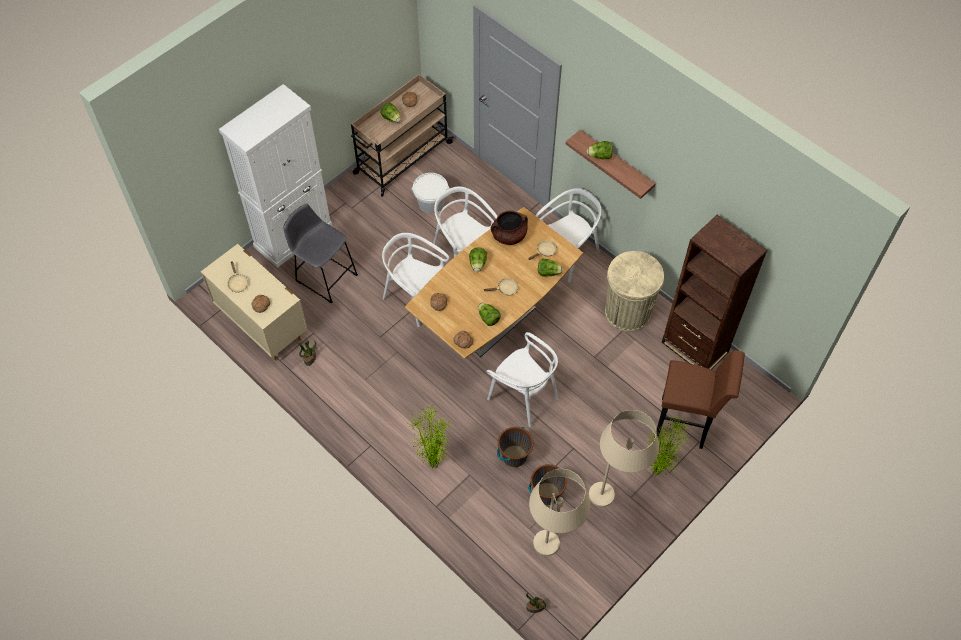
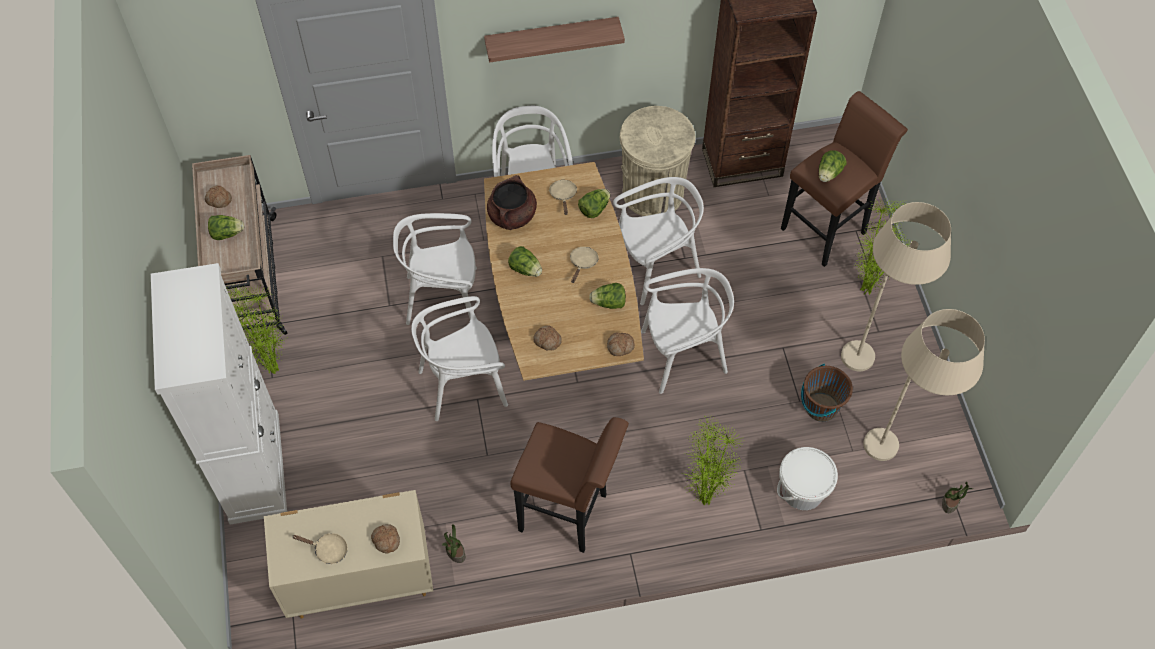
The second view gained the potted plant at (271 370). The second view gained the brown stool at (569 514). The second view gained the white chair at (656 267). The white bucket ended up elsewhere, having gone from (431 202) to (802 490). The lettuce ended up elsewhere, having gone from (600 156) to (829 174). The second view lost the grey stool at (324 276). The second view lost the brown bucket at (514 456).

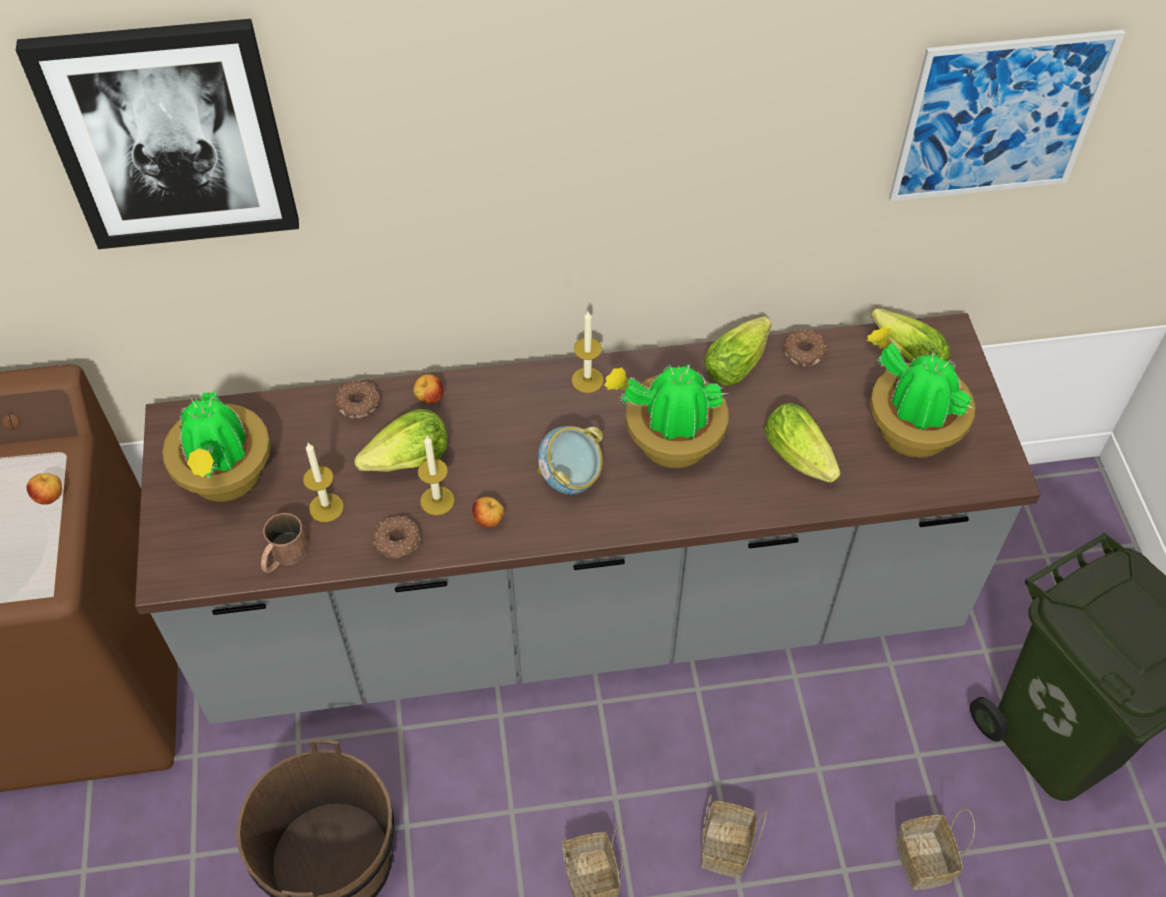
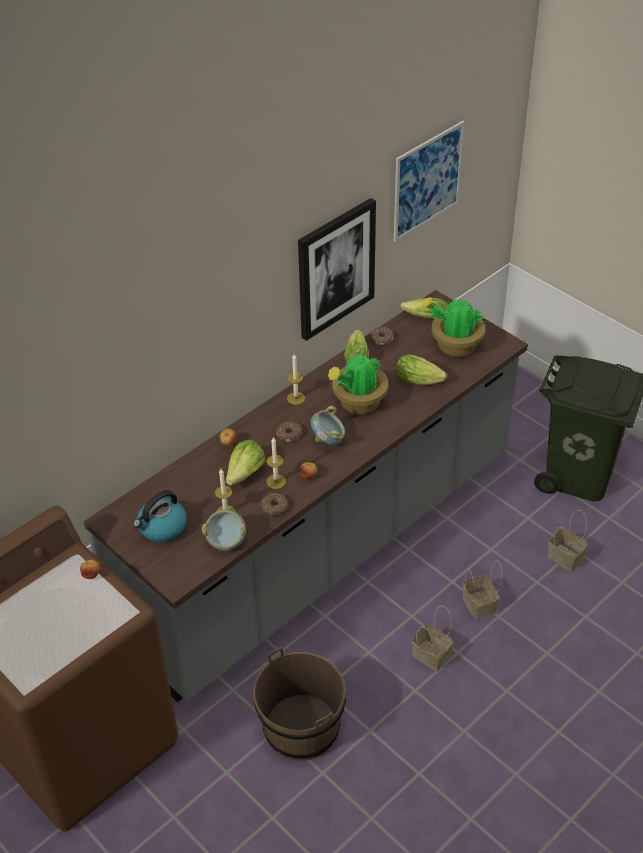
Where the potted plant stood at (226 478), the kettle came to stand at (162 528). Where the brown mug stood at (283 556), the bowl came to stand at (226 543). The donut ended up elsewhere, having gone from (359 403) to (289 434). The picture ended up elsewhere, having gone from (169 136) to (335 268).

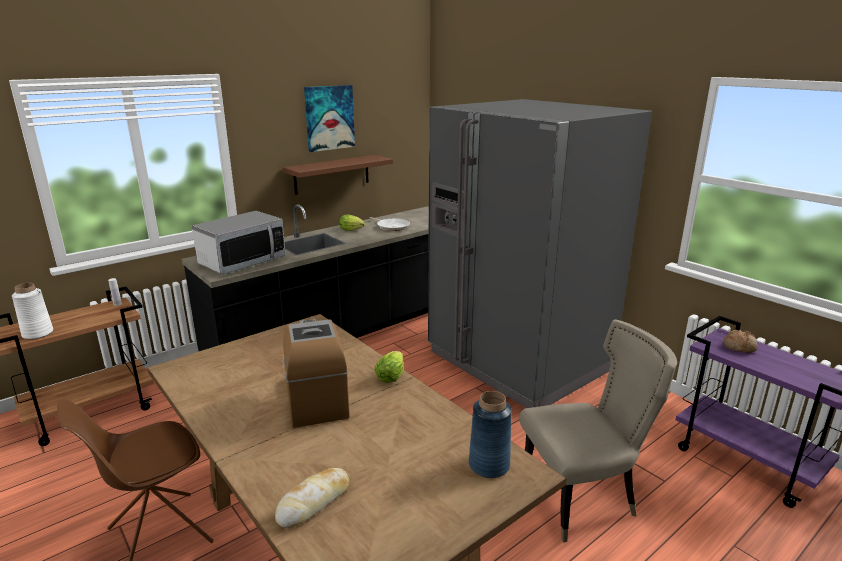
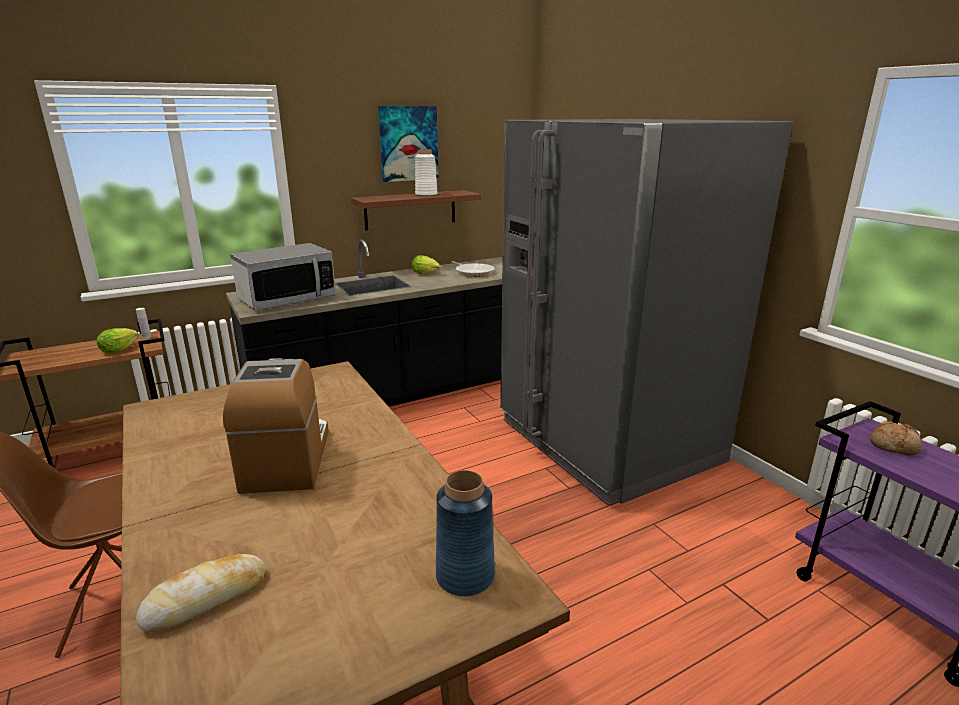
The lettuce ended up elsewhere, having gone from (392 376) to (121 349). The white vase ended up elsewhere, having gone from (37 333) to (426 195). The second view lost the beige chair at (583 497).

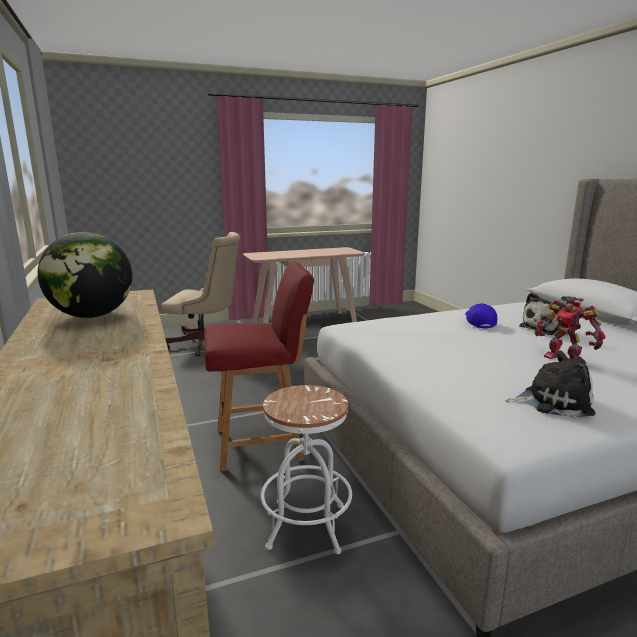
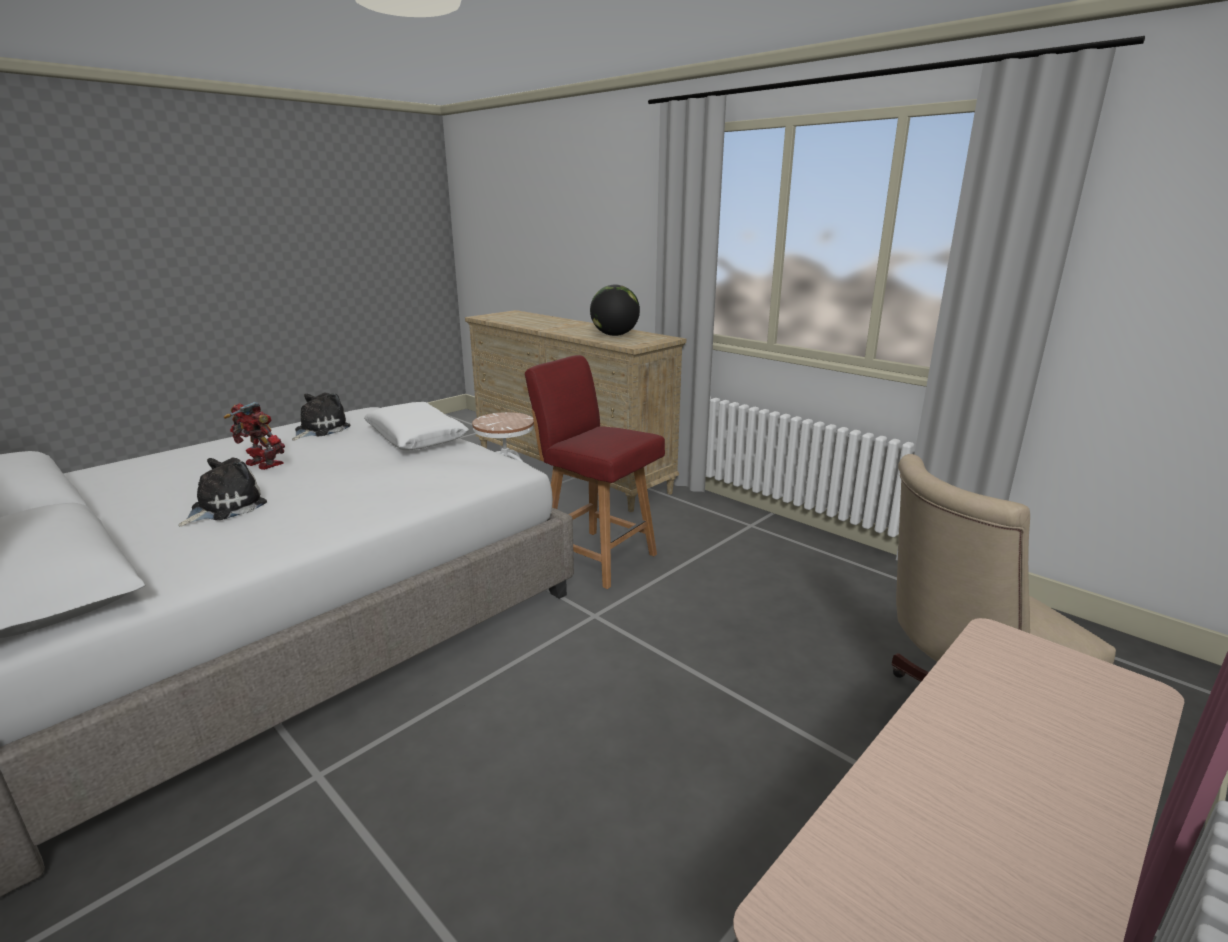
The plush toy at (552 402) ended up facing another way, 135 degrees clockwise from before. The second view gained the white pillow at (416 437). The red chair at (261 444) ended up facing another way, 75 degrees clockwise from before. The second view lost the blue cap at (479 322).

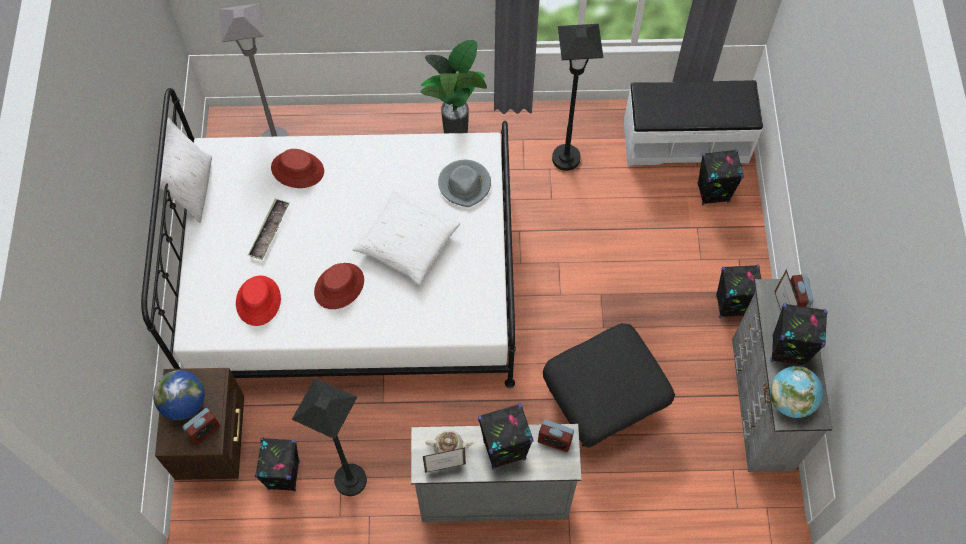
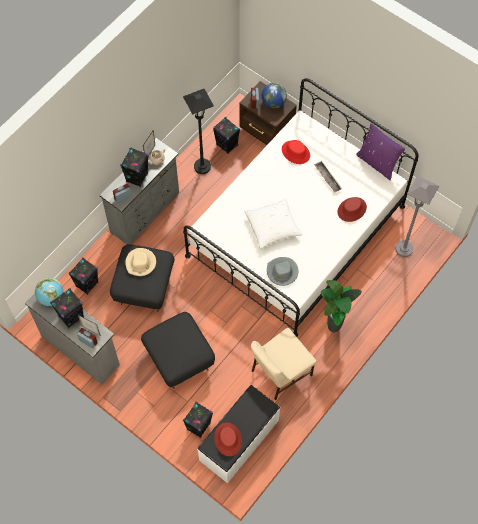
The black speaker ended up elsewhere, having gone from (731 305) to (87 284). The second view gained the beige hat at (141 263). The second view gained the black ottoman at (179 358). The red hat ended up elsewhere, having gone from (339 286) to (228 439). Where the black floor lamp stood at (566 158), the beige chair came to stand at (280 372). What was the white pillow at (192 189) turned into the purple pillow at (377 163).

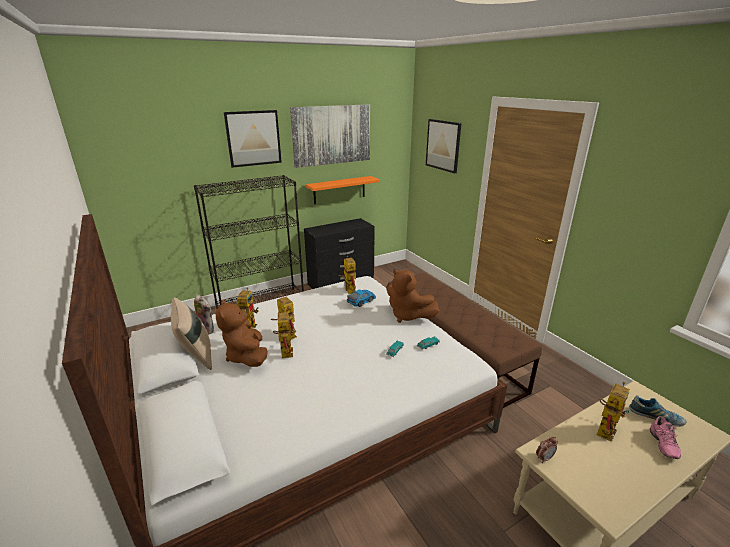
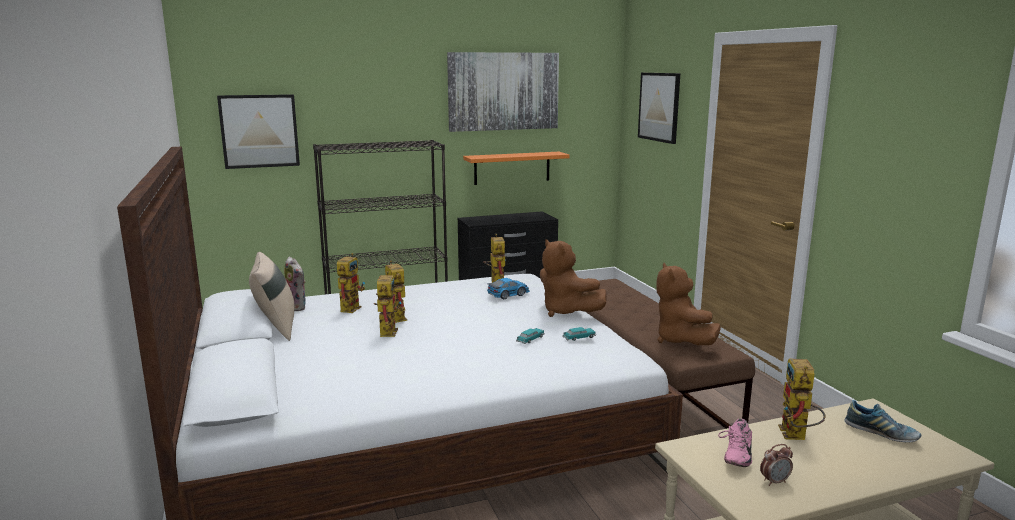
The picture ended up elsewhere, having gone from (253 138) to (259 131). The brown plush toy ended up elsewhere, having gone from (246 356) to (681 340). The pink shoe ended up elsewhere, having gone from (661 445) to (735 456). The alarm clock ended up elsewhere, having gone from (544 458) to (774 482). The toy robot at (605 428) ended up facing another way, 135 degrees clockwise from before.

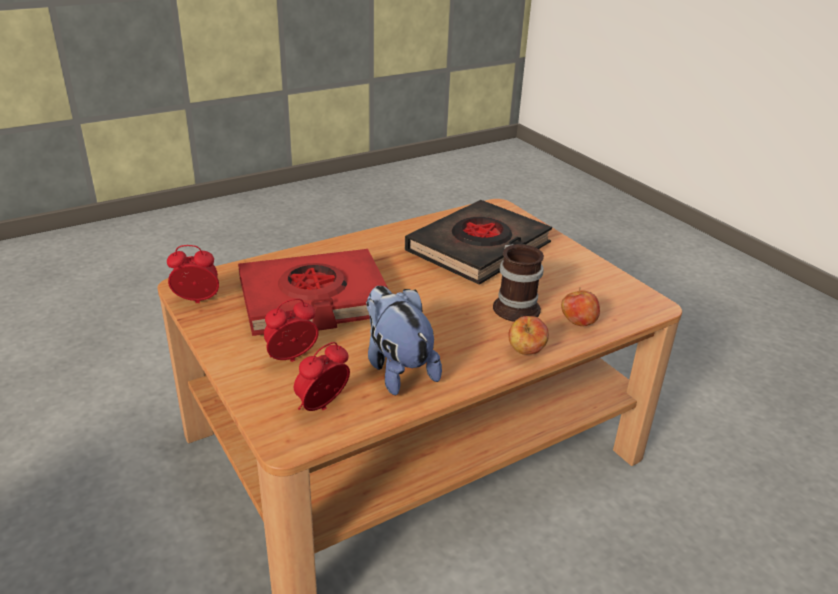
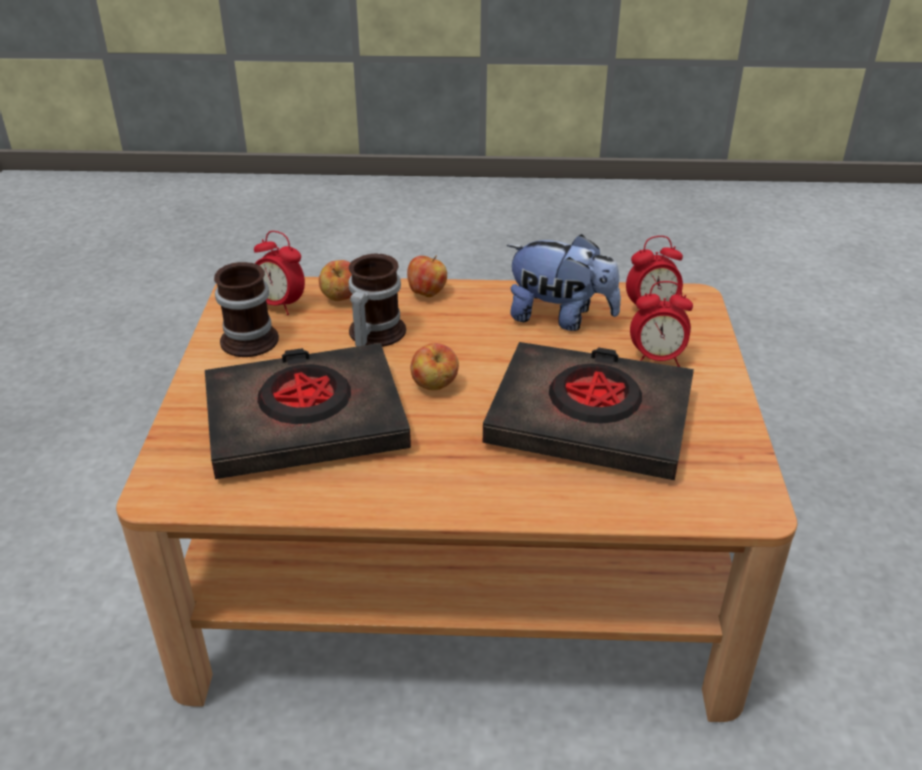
The second view gained the mug at (250 336). The alarm clock ended up elsewhere, having gone from (197 301) to (280 305). The second view gained the apple at (434 386). What was the red book at (314 300) turned into the black book at (590 420). The plush toy at (397 369) ended up facing another way, 75 degrees counterclockwise from before.

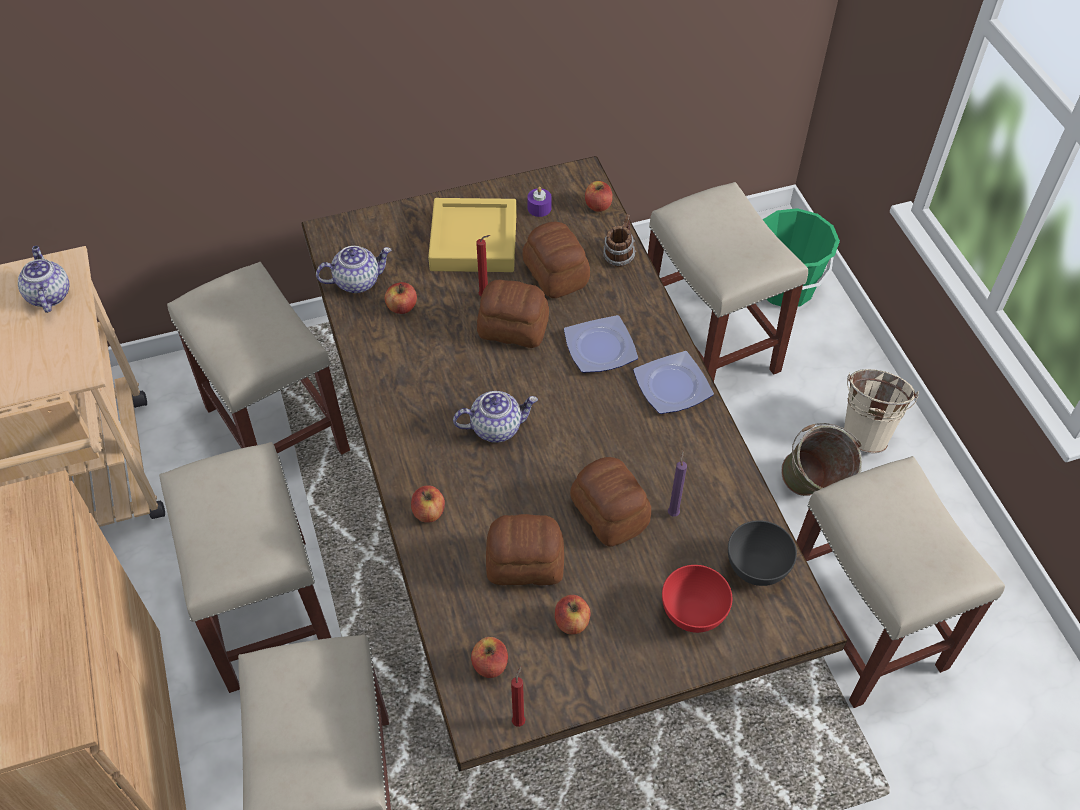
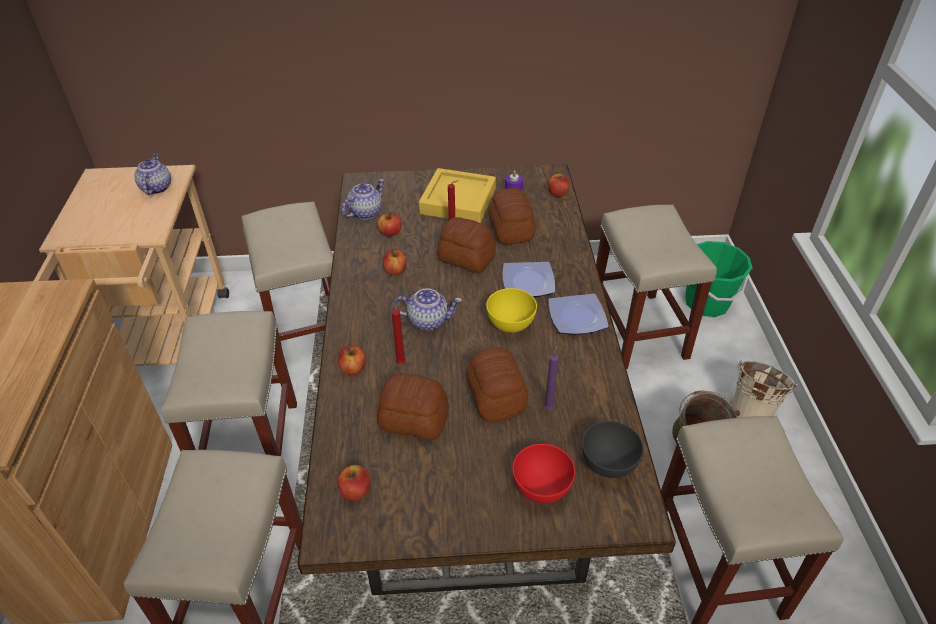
The teapot at (357 281) ended up facing another way, 45 degrees counterclockwise from before. The apple ended up elsewhere, having gone from (572 622) to (395 270). The red candle ended up elsewhere, having gone from (519 720) to (402 362). The second view gained the yellow bowl at (511 324). The second view lost the mug at (619 255).

